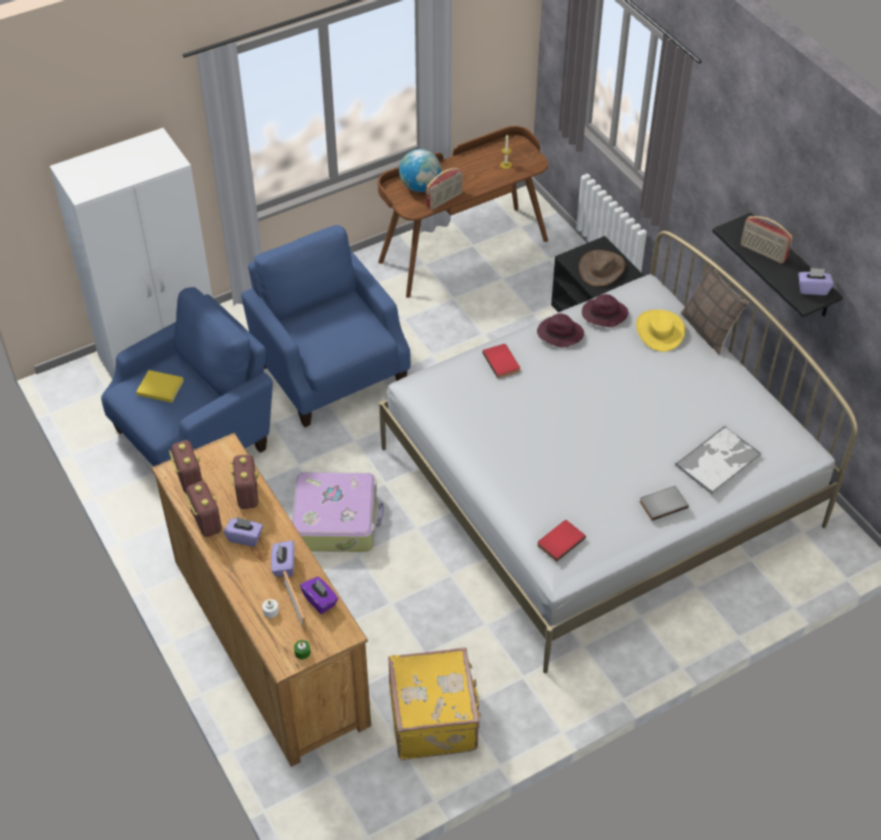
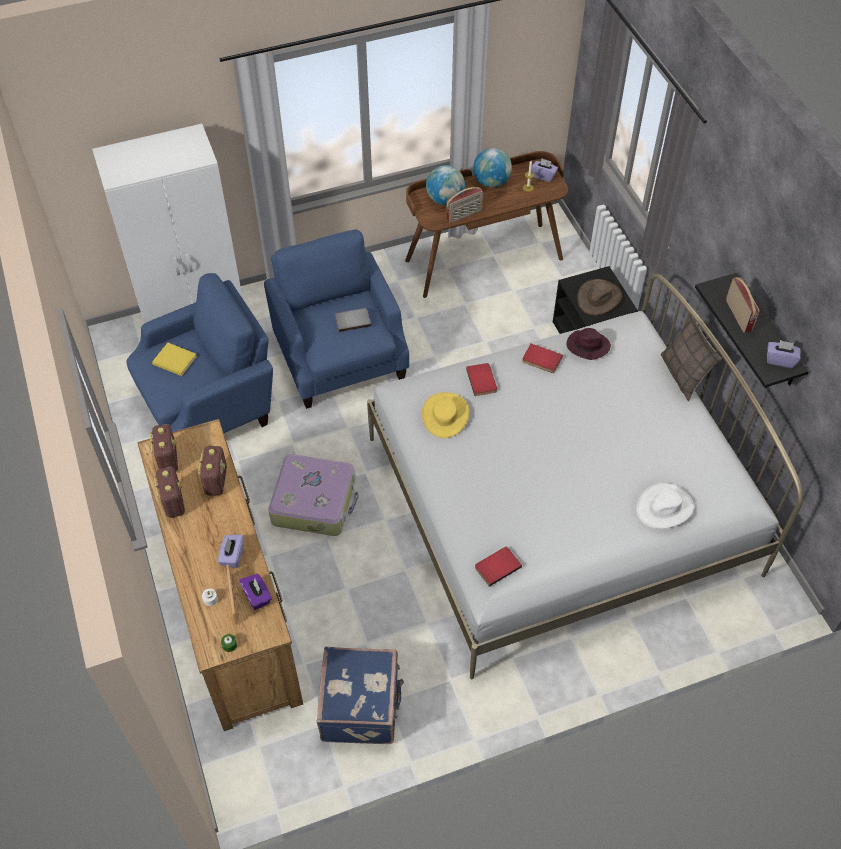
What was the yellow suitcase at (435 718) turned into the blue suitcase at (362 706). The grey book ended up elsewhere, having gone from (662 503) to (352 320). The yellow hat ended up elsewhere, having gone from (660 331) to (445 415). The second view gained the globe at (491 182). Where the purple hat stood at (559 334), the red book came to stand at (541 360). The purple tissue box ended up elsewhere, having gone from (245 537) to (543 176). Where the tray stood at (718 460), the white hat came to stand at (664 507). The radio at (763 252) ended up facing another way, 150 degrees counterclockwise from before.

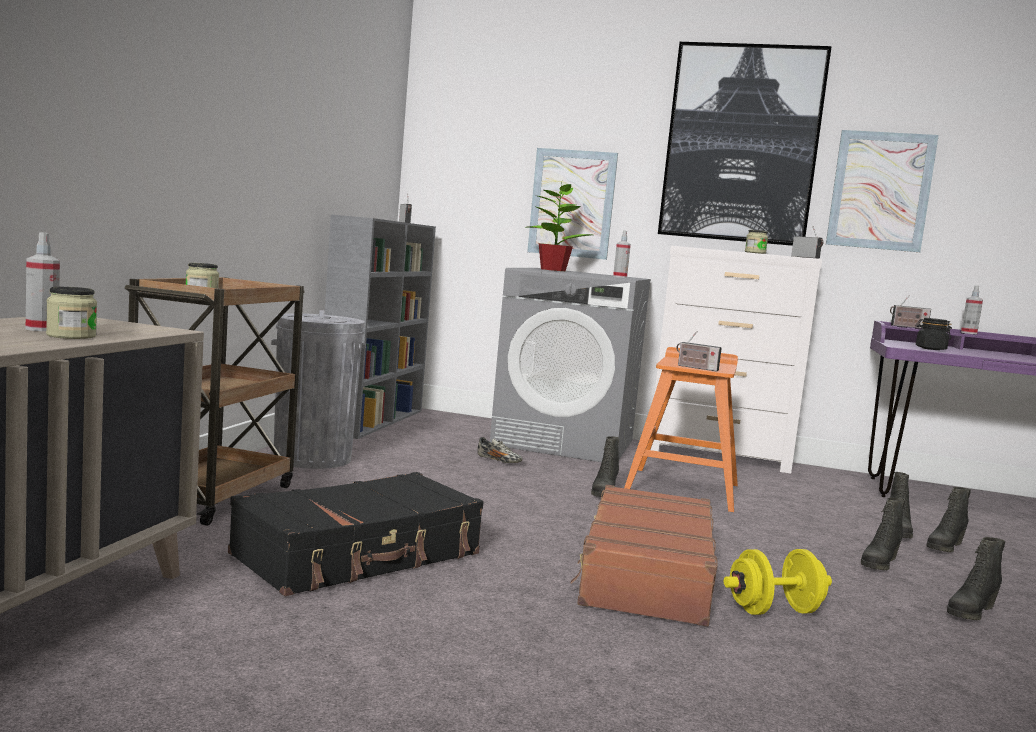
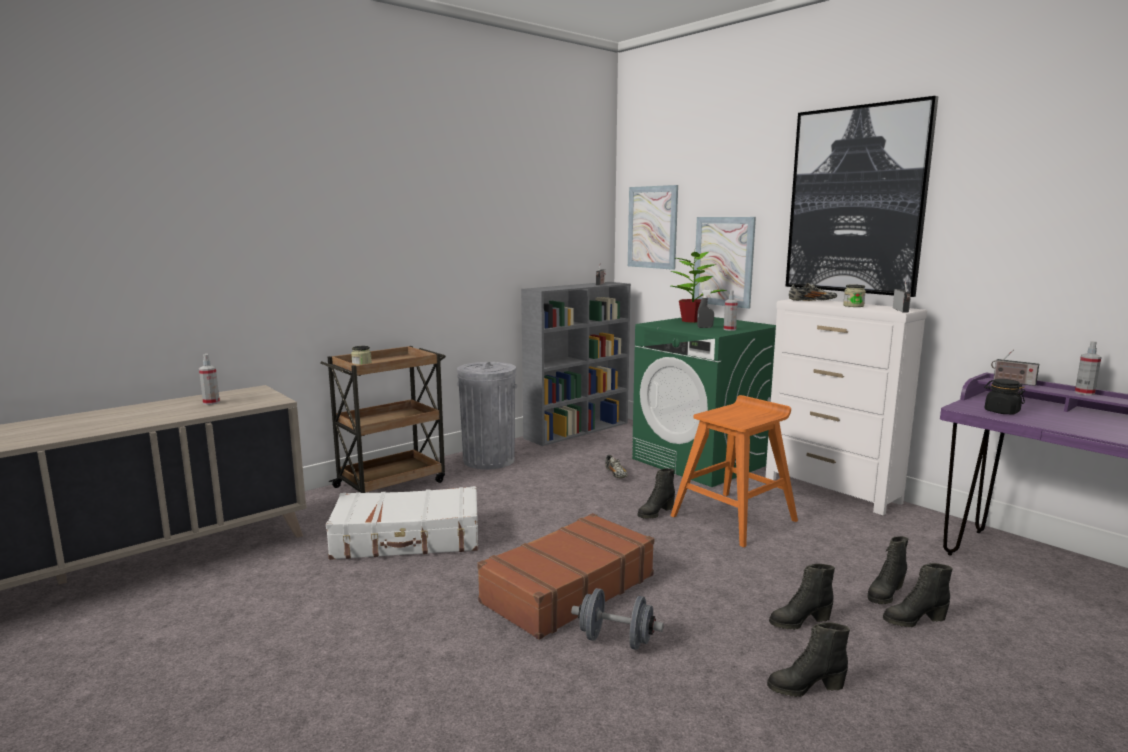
What was the black suitcase at (359 555) turned into the white suitcase at (408 539). What was the yellow dumbbell at (774 611) turned into the grey dumbbell at (616 640). The picture ended up elsewhere, having gone from (880 191) to (652 227). What was the grey washing machine at (565 443) turned into the green washing machine at (701 461). The second view gained the grey spray bottle at (705 327). The second view gained the shoe at (812 301). The second view lost the jar at (71 336). The second view lost the radio at (695 368).

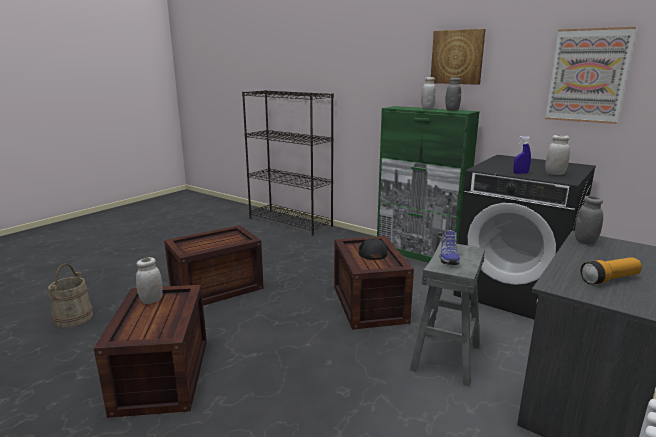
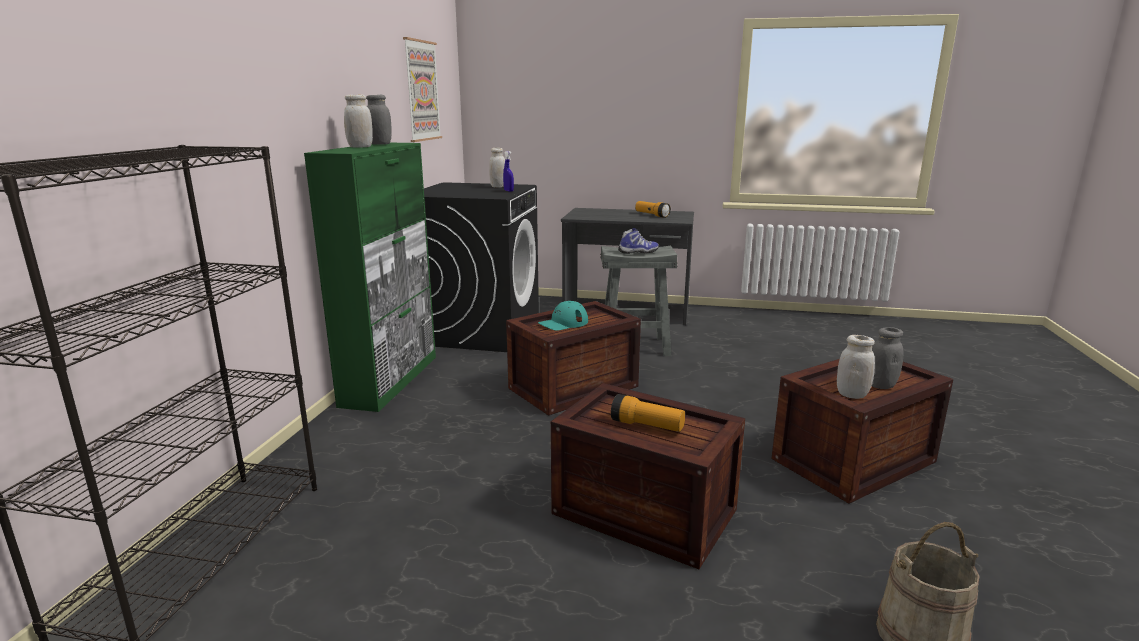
What was the black cap at (371 252) turned into the turquoise cap at (563 323). The second view gained the flashlight at (647 426). The grey jar ended up elsewhere, having gone from (585 241) to (881 385). The second view lost the picture at (457 57).

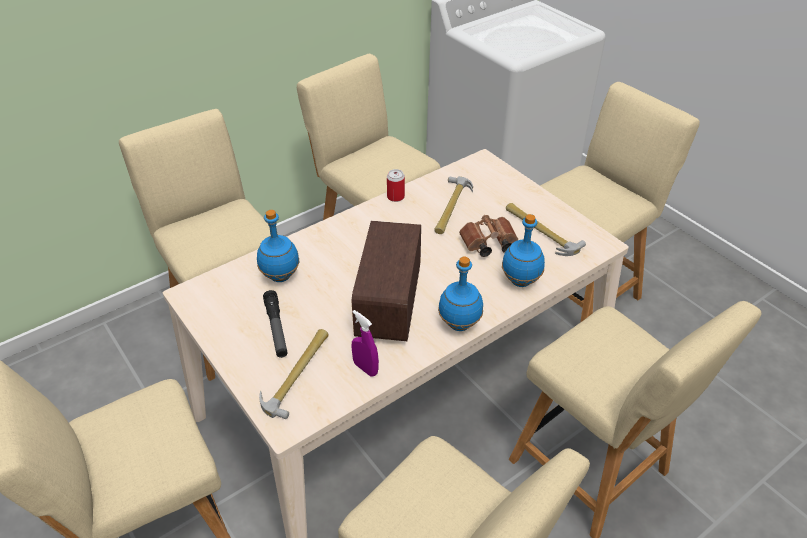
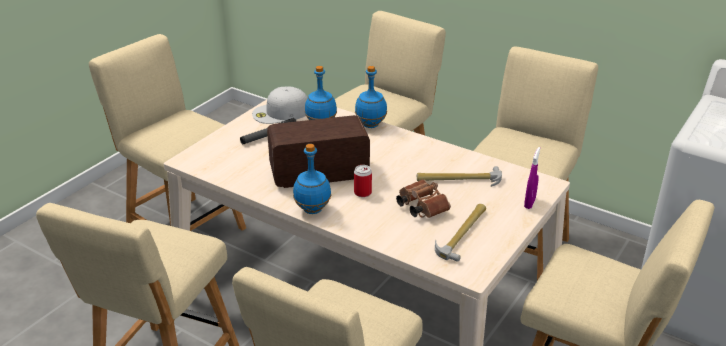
The second view gained the white cap at (280 112). The can ended up elsewhere, having gone from (395 197) to (362 193). The blue bottle ended up elsewhere, having gone from (520 281) to (370 125). The purple spray bottle ended up elsewhere, having gone from (365 368) to (529 203). The second view lost the hammer at (298 374).

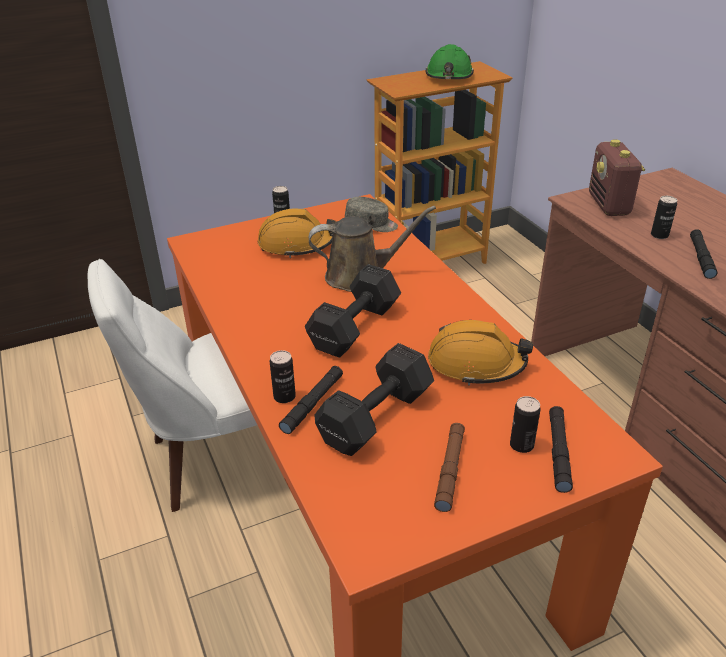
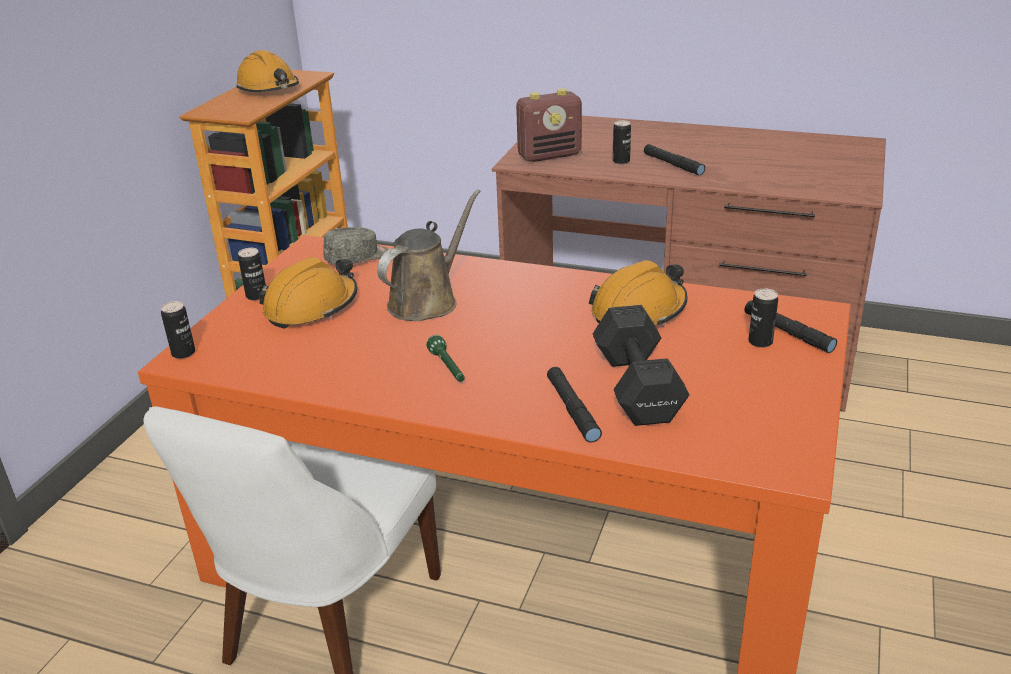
The can ended up elsewhere, having gone from (284 397) to (183 353). What was the green hard hat at (449 76) turned into the orange hard hat at (268 88). The second view gained the green flashlight at (448 368). The radio at (609 205) ended up facing another way, 60 degrees counterclockwise from before. The second view lost the black dumbbell at (357 326). The second view lost the brown flashlight at (450 470).

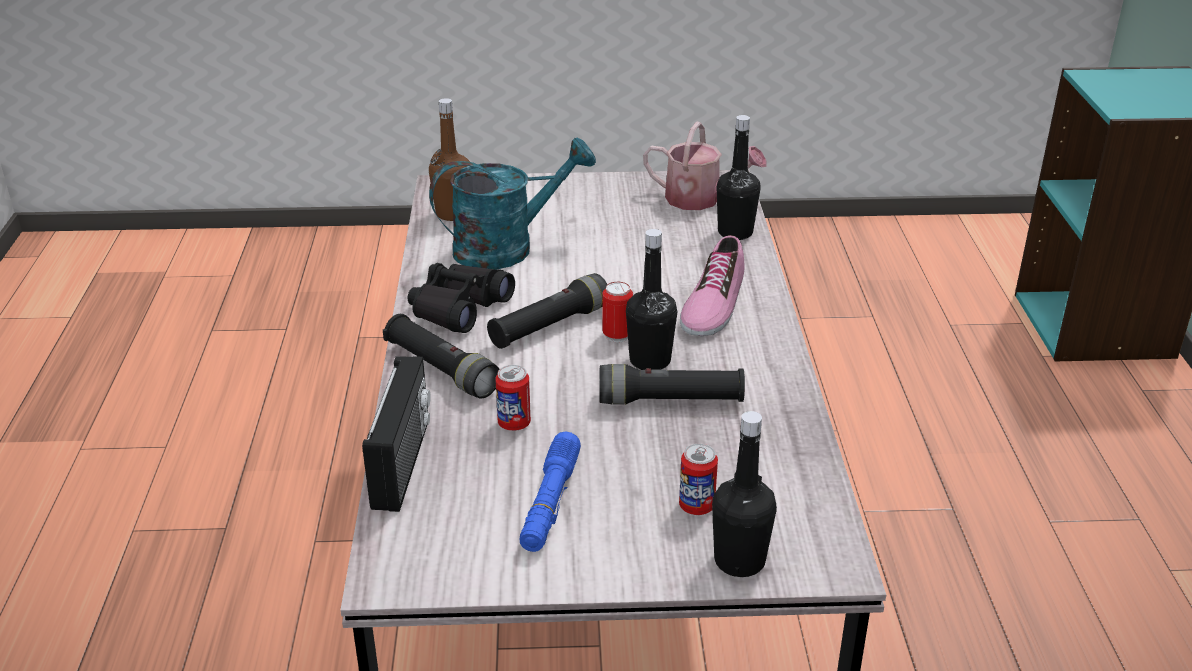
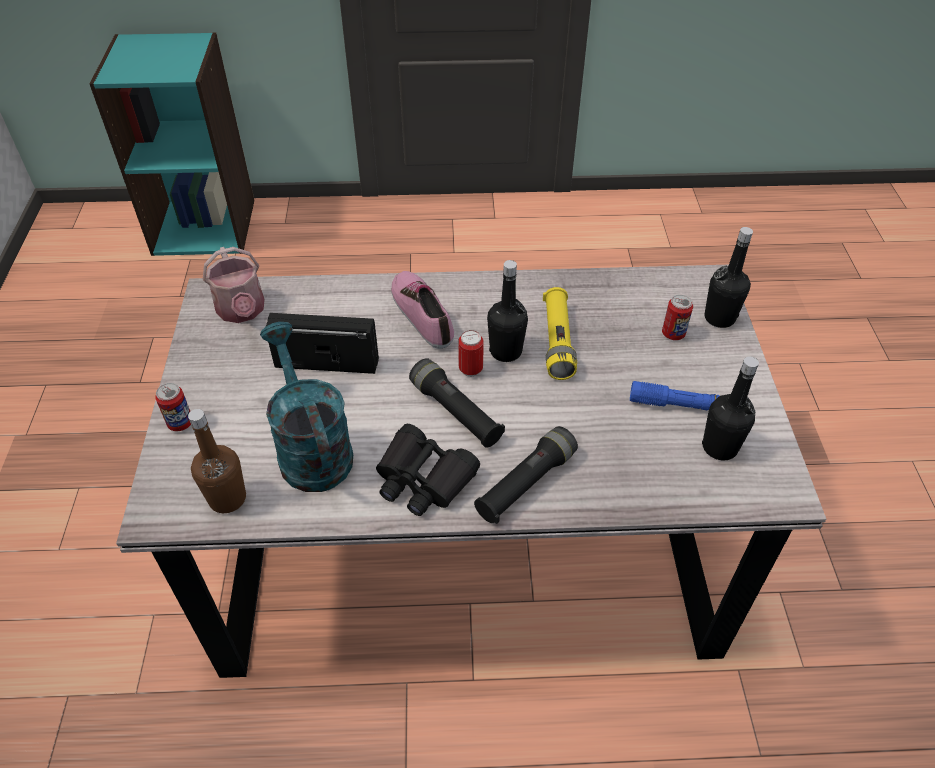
The can ended up elsewhere, having gone from (514 423) to (180 423). The watering can at (700 199) ended up facing another way, 135 degrees clockwise from before. The radio ended up elsewhere, having gone from (404 463) to (327 362). The shoe at (712 303) ended up facing another way, 135 degrees counterclockwise from before. What was the black flashlight at (670 401) turned into the yellow flashlight at (557 342). The black bottle ended up elsewhere, having gone from (735 232) to (719 447).

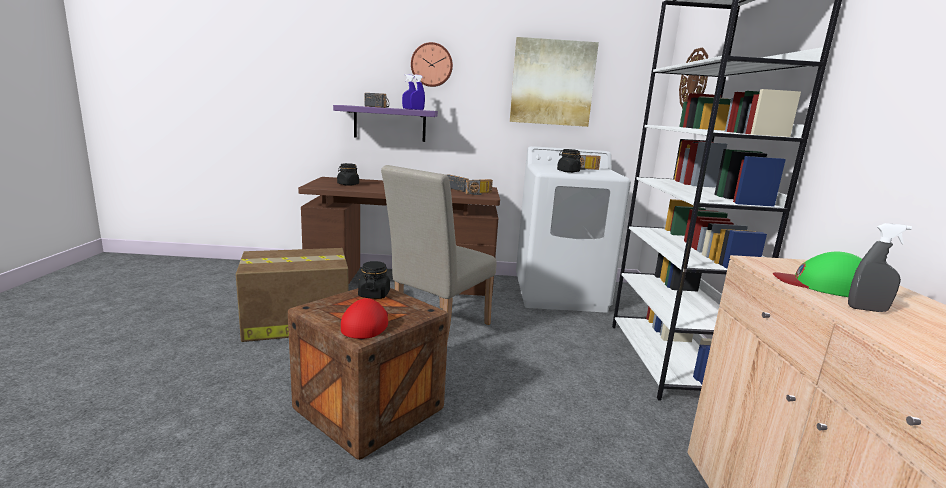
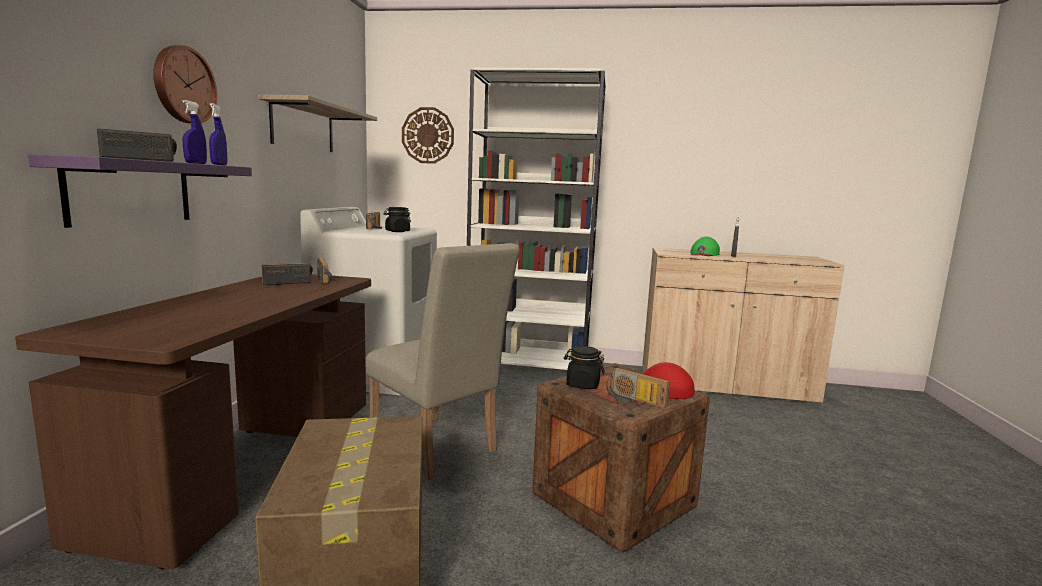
Where the picture hung at (552 83), the shelf came to hang at (303 127). The second view gained the radio at (633 400). The second view lost the black jar at (348 184).

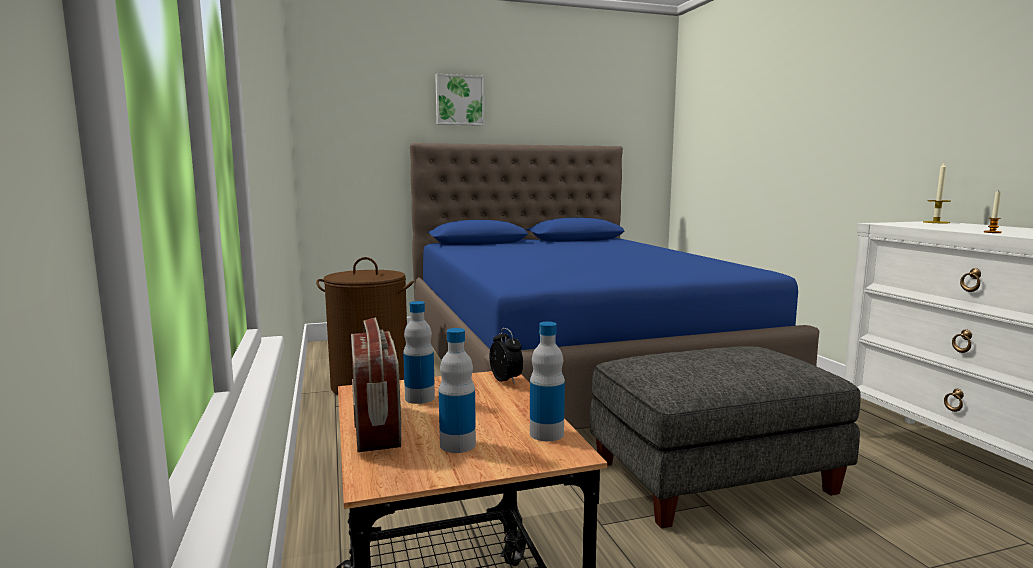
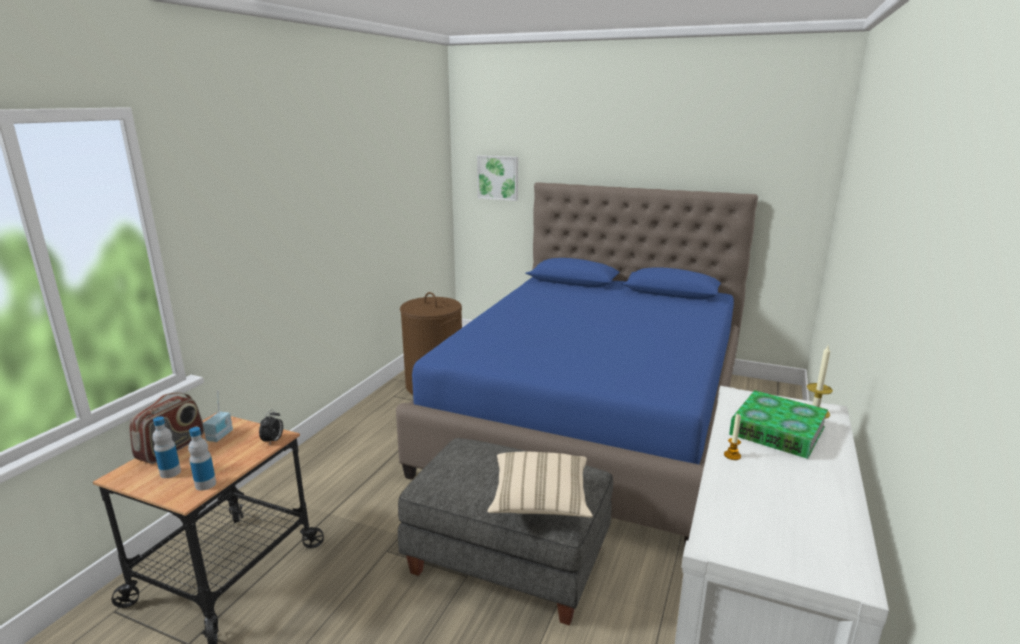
Where the bottle stood at (419 398), the radio came to stand at (221 436). The picture ended up elsewhere, having gone from (459 100) to (498 177). The second view gained the beige pillow at (540 500). The second view gained the book at (777 431).

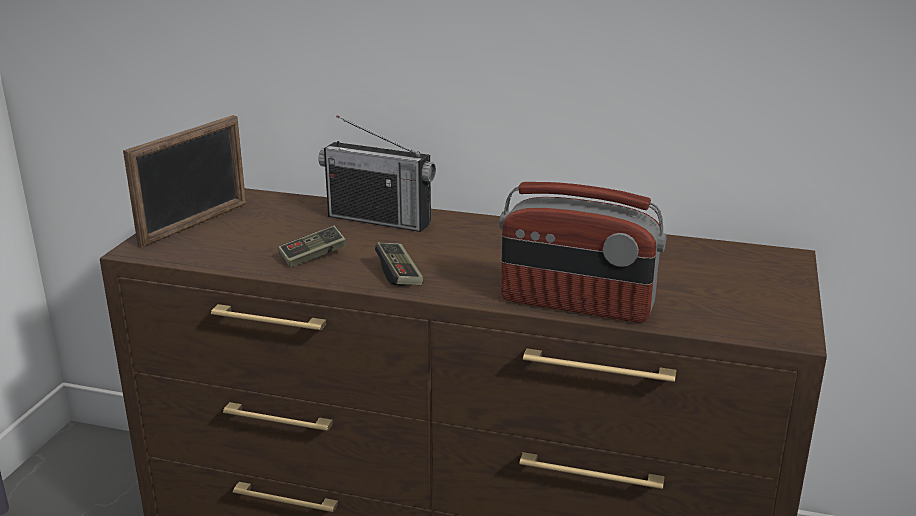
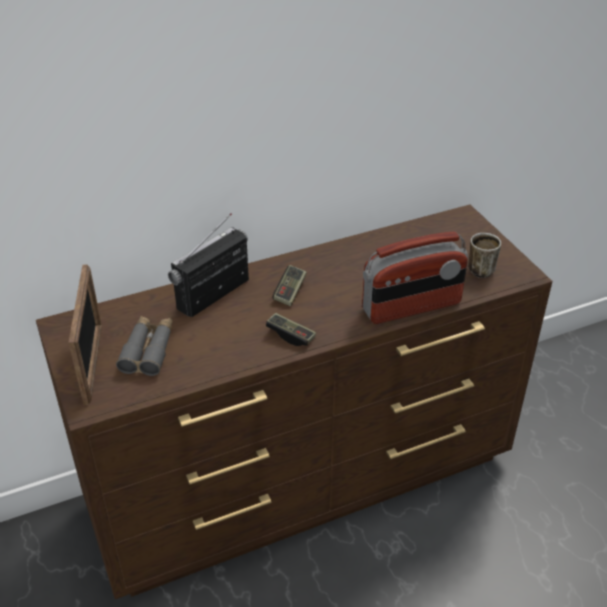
The second view gained the grey binoculars at (148 350). The radio at (379 219) ended up facing another way, 150 degrees clockwise from before. The game controller ended up elsewhere, having gone from (313 256) to (290 291). The second view gained the mug at (481 268).

